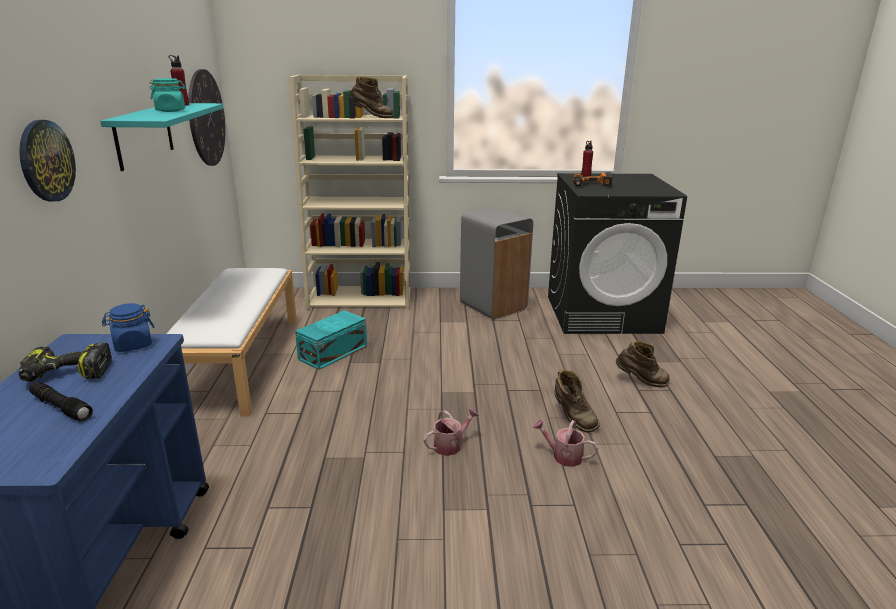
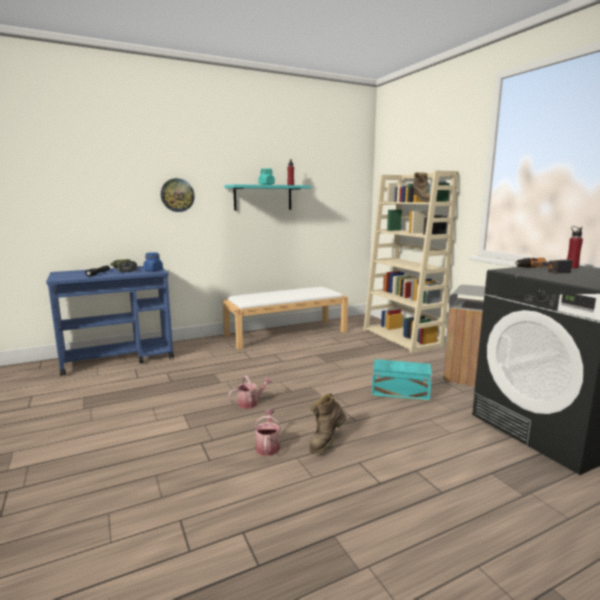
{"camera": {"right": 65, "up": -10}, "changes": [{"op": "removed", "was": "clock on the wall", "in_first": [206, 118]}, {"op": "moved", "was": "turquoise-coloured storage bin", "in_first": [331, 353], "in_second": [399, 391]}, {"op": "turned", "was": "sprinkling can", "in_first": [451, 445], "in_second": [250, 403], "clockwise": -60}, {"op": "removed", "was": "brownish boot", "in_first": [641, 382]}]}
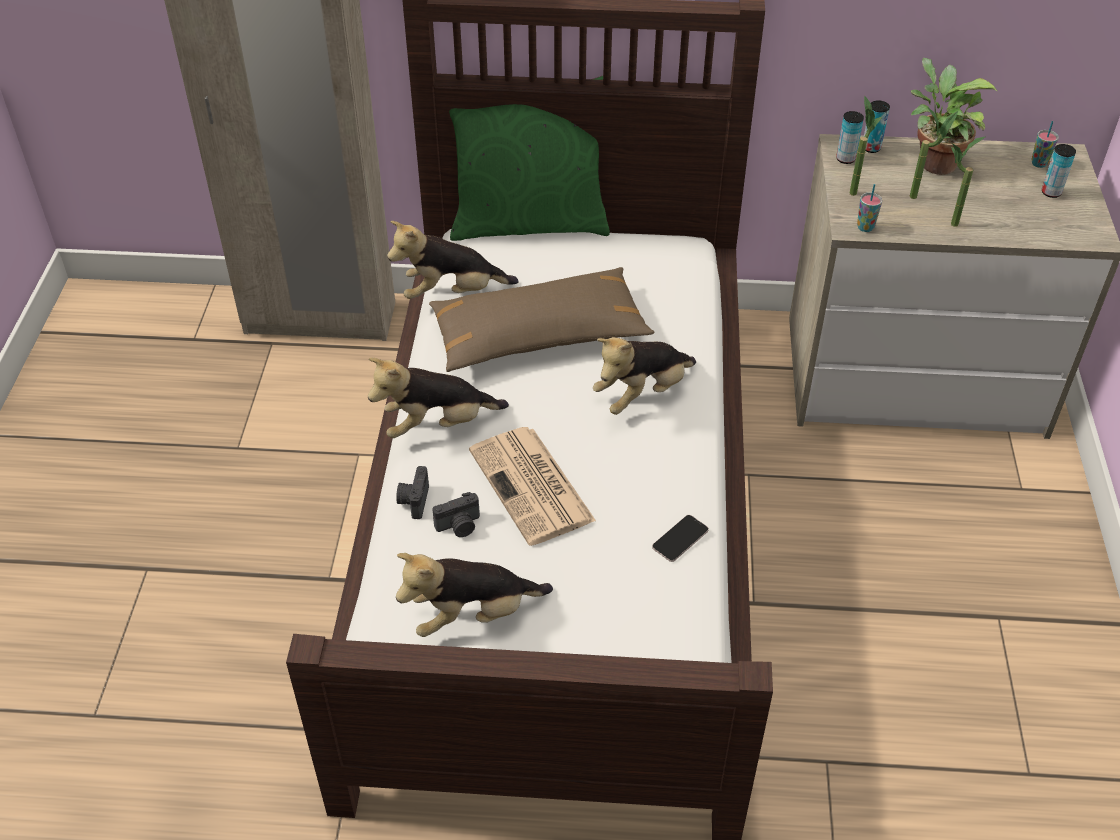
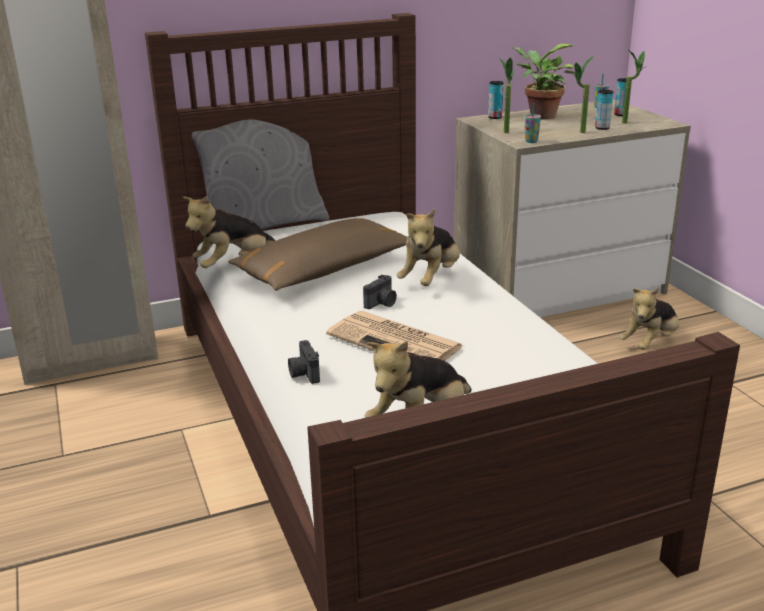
{"camera": {"right": -25, "up": -20}, "changes": [{"op": "moved", "was": "cuddly toy", "in_first": [437, 425], "in_second": [650, 343]}, {"op": "moved", "was": "photo camera", "in_first": [459, 526], "in_second": [382, 303]}, {"op": "recoloured", "was": "green pillow", "now": "gray pillow", "in_first": [529, 221], "in_second": [262, 225]}, {"op": "removed", "was": "phone", "in_first": [680, 539]}, {"op": "moved", "was": "can", "in_first": [845, 159], "in_second": [602, 128]}, {"op": "moved", "was": "plant in a pot", "in_first": [921, 197], "in_second": [629, 122]}]}
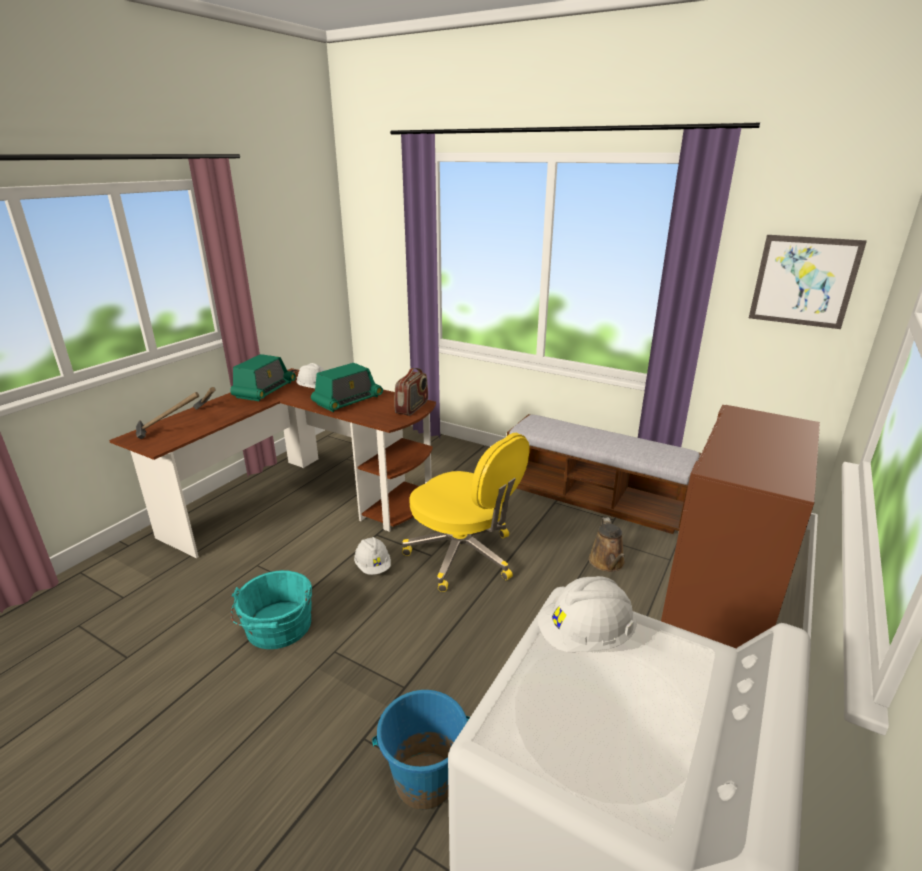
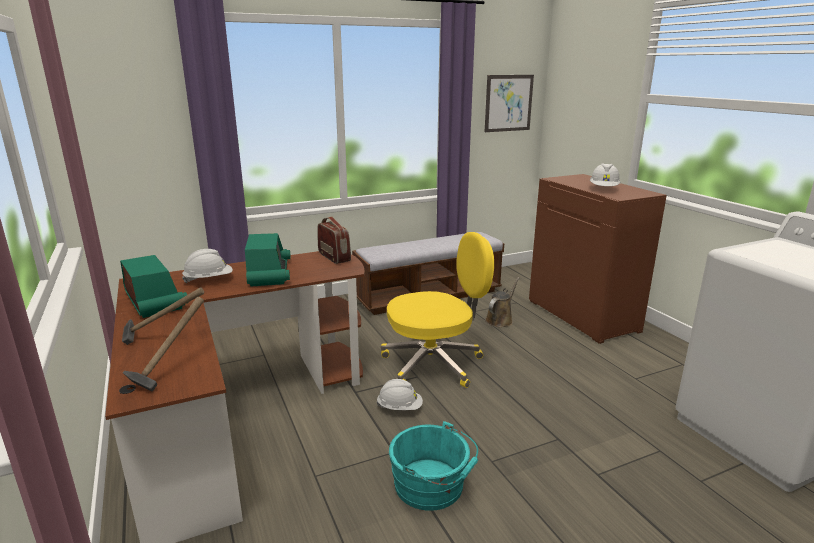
{"camera": {"right": -55, "up": -5}, "changes": [{"op": "removed", "was": "bluish pail", "in_first": [424, 780]}, {"op": "moved", "was": "white-coloured work helmet", "in_first": [585, 637], "in_second": [604, 189]}, {"op": "turned", "was": "brownish sprinkling can", "in_first": [607, 563], "in_second": [500, 320], "clockwise": -90}]}
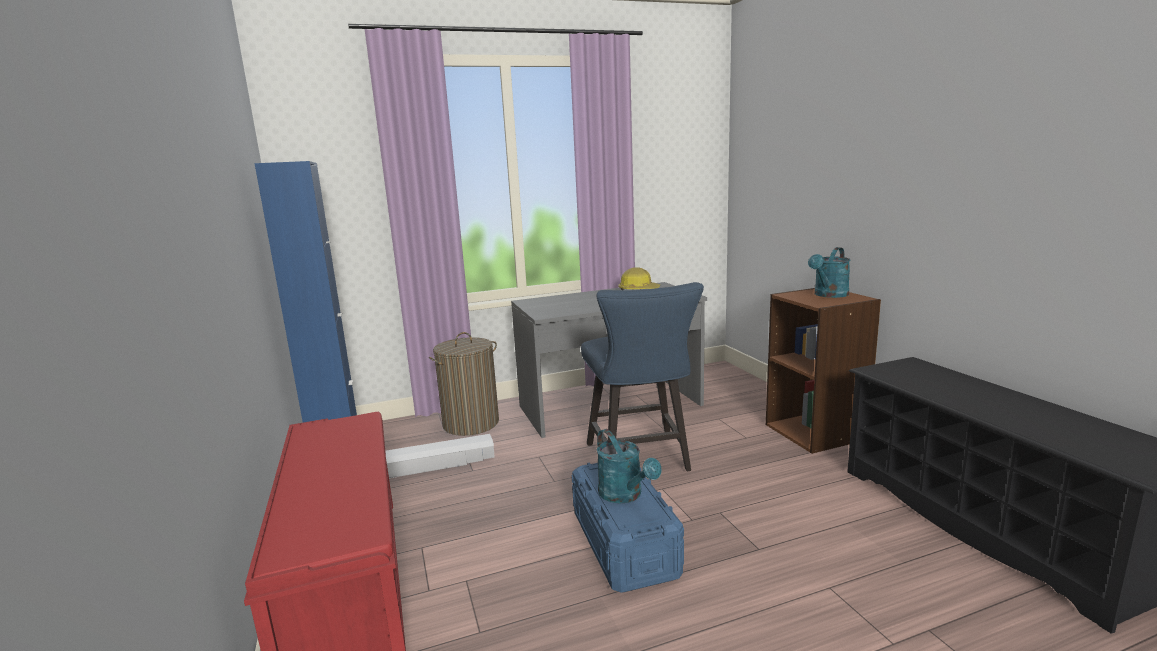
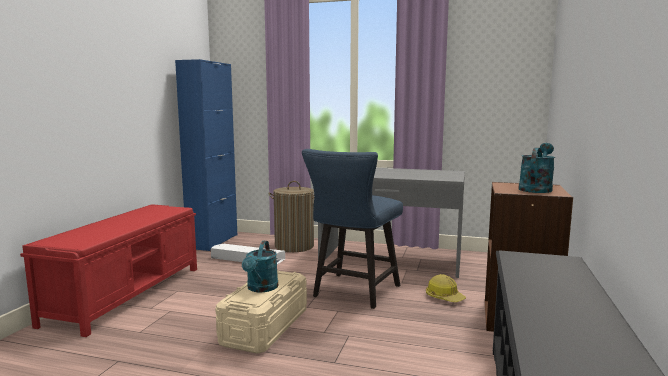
{"camera": {"right": 35, "up": -5}, "changes": [{"op": "recoloured", "was": "bluish storage bin", "now": "beige-coloured storage bin", "in_first": [624, 543], "in_second": [265, 327]}, {"op": "moved", "was": "work helmet", "in_first": [638, 290], "in_second": [444, 297]}, {"op": "turned", "was": "turquoise-coloured sprinkling can", "in_first": [828, 295], "in_second": [536, 188], "clockwise": 135}]}
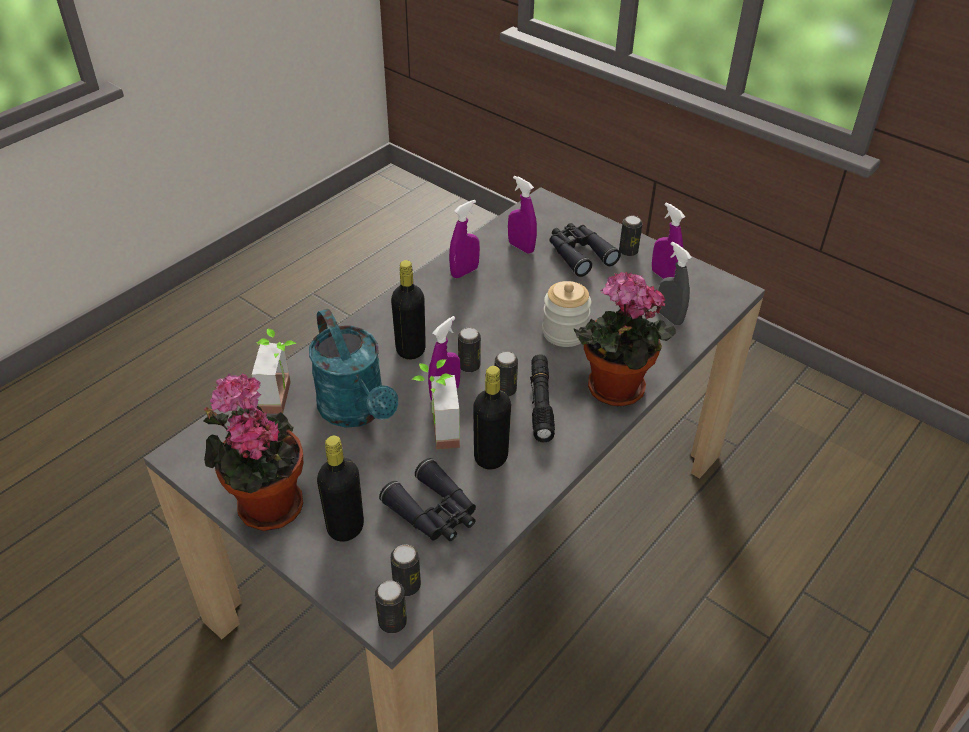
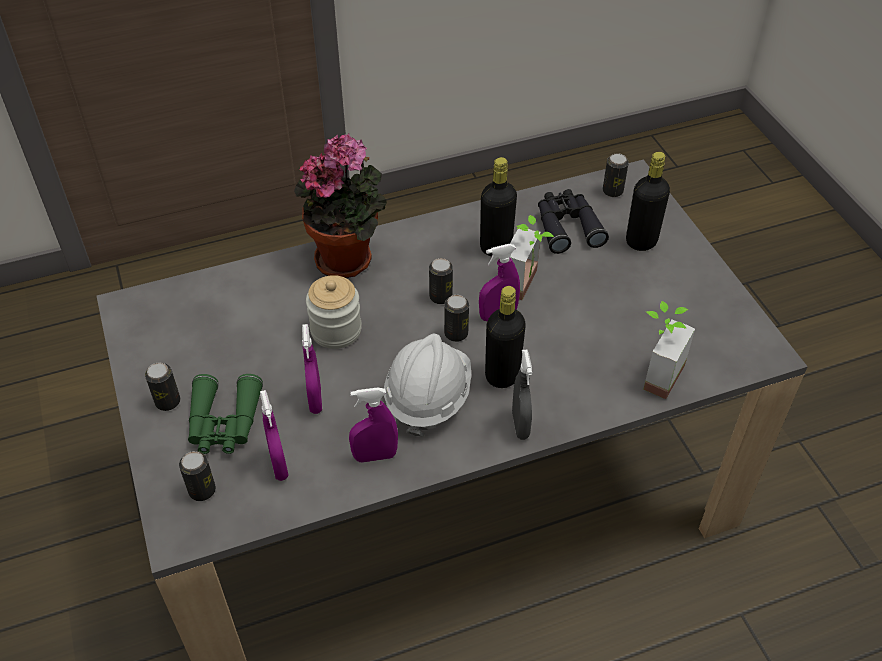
{"camera": {"right": -150, "up": 5}, "changes": [{"op": "removed", "was": "plant in a pot", "in_first": [265, 503]}, {"op": "removed", "was": "turquoise-coloured sprinkling can", "in_first": [357, 411]}, {"op": "moved", "was": "can", "in_first": [392, 622], "in_second": [202, 490]}, {"op": "removed", "was": "black-coloured hand torch", "in_first": [541, 403]}, {"op": "recoloured", "was": "black-coloured field glasses", "now": "green field glasses", "in_first": [579, 254], "in_second": [224, 423]}, {"op": "moved", "was": "purplish spray bottle", "in_first": [664, 276], "in_second": [315, 400]}, {"op": "moved", "was": "gray spray bottle", "in_first": [669, 317], "in_second": [520, 425]}, {"op": "added", "now": "white-coloured work helmet", "in_second": [428, 397]}]}
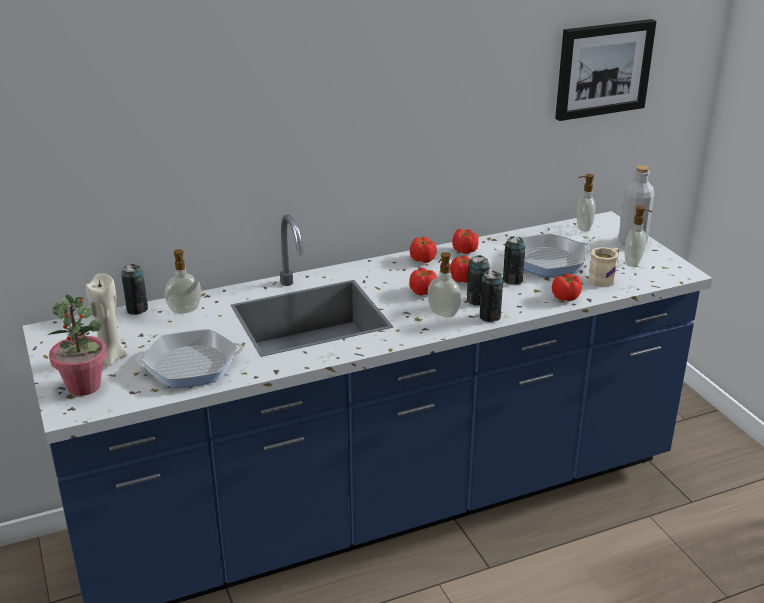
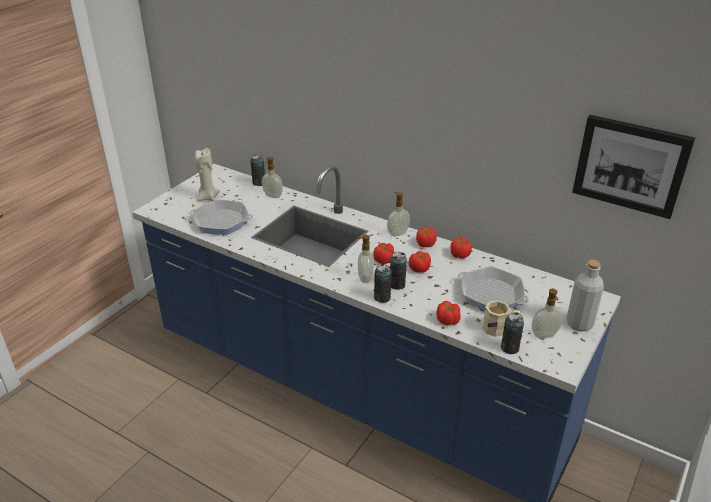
{"camera": {"right": 55, "up": 5}, "changes": [{"op": "removed", "was": "plant in a pot", "in_first": [84, 386]}, {"op": "turned", "was": "pan", "in_first": [191, 365], "in_second": [221, 221], "clockwise": 150}, {"op": "moved", "was": "can", "in_first": [512, 280], "in_second": [509, 348]}, {"op": "moved", "was": "soap bottle", "in_first": [582, 228], "in_second": [397, 233]}]}
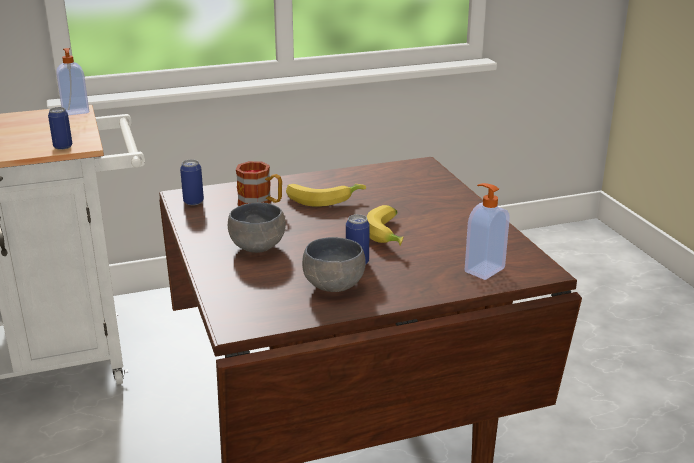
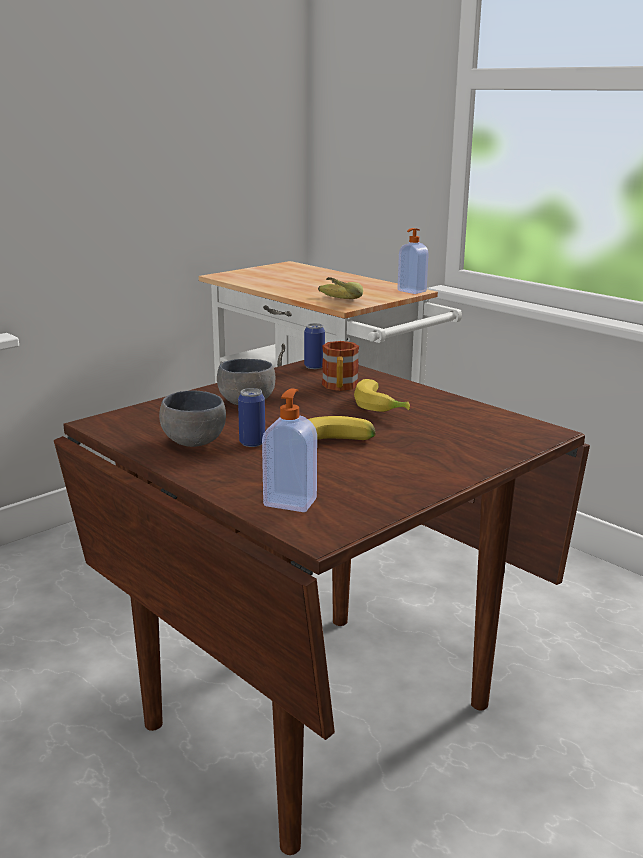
{"camera": {"right": 65, "up": -5}, "changes": [{"op": "replaced", "was": "can", "now": "banana fruit", "in_first": [63, 146], "in_second": [333, 303]}]}
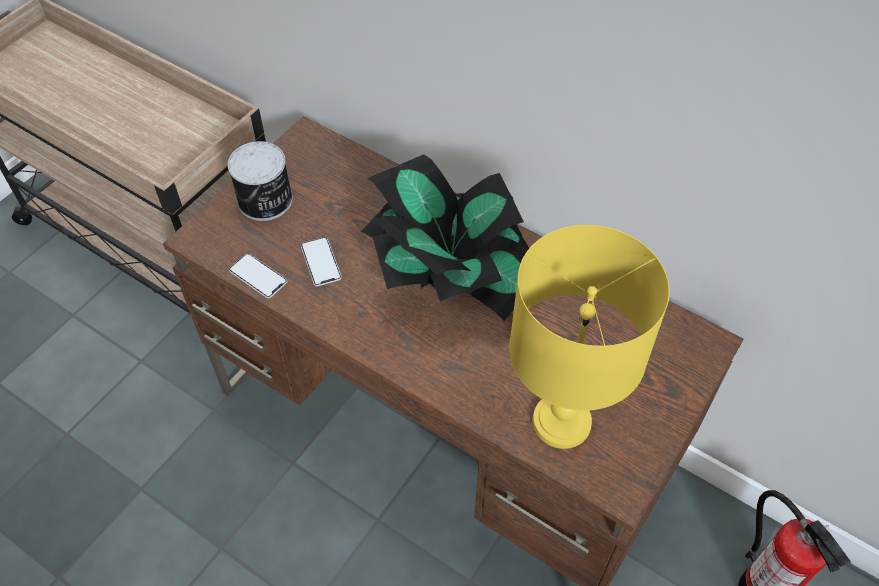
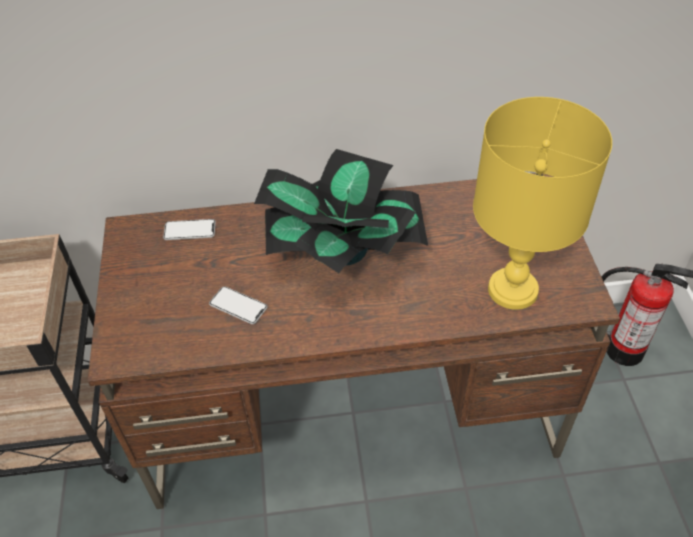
{"camera": {"right": -40, "up": -5}, "changes": [{"op": "removed", "was": "can", "in_first": [266, 201]}, {"op": "moved", "was": "phone", "in_first": [258, 276], "in_second": [190, 230]}]}
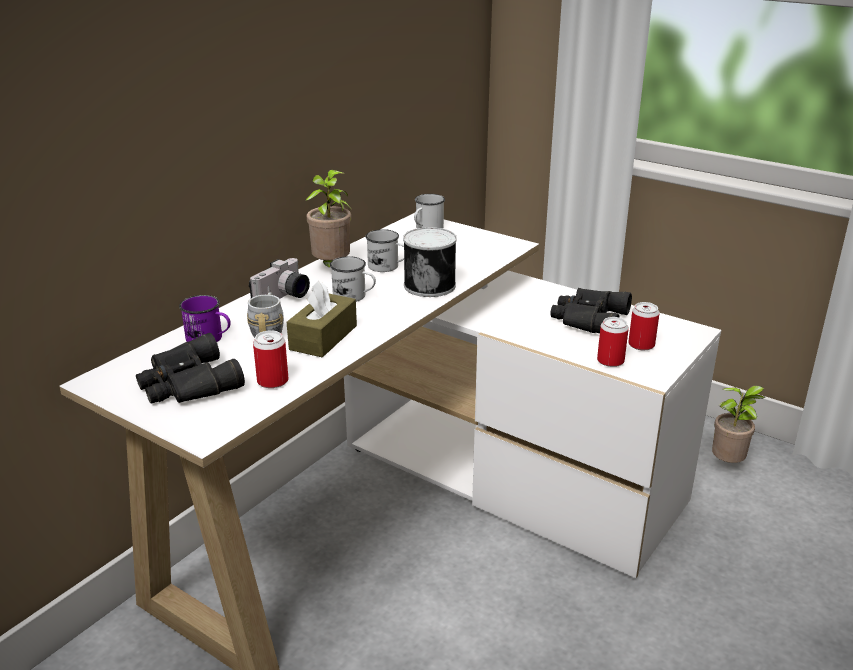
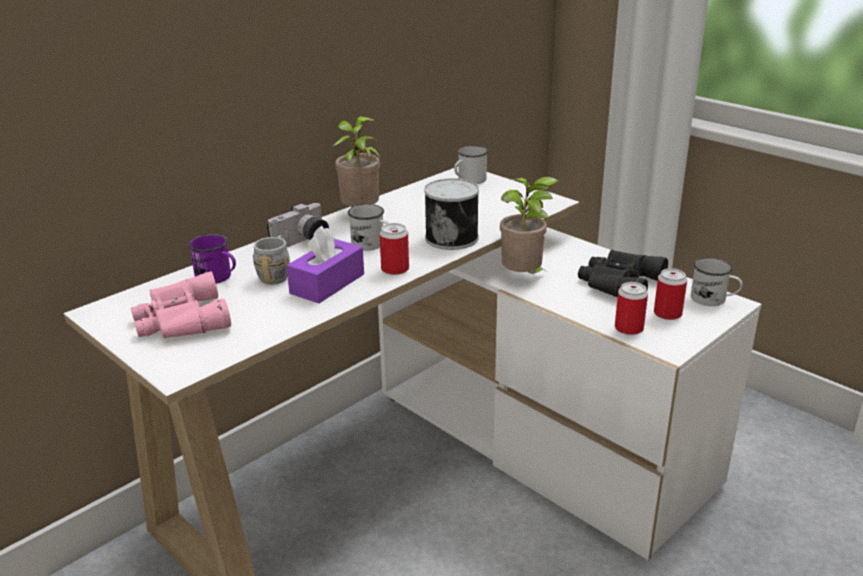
{"camera": {"right": 10, "up": 0}, "changes": [{"op": "recoloured", "was": "black-coloured field glasses", "now": "pink field glasses", "in_first": [187, 384], "in_second": [180, 320]}, {"op": "moved", "was": "can", "in_first": [273, 381], "in_second": [395, 269]}, {"op": "recoloured", "was": "brownish tissue holder", "now": "purplish tissue holder", "in_first": [323, 337], "in_second": [327, 284]}, {"op": "moved", "was": "white-coloured mug", "in_first": [388, 267], "in_second": [713, 300]}, {"op": "moved", "was": "plant in a pot", "in_first": [729, 464], "in_second": [524, 278]}]}
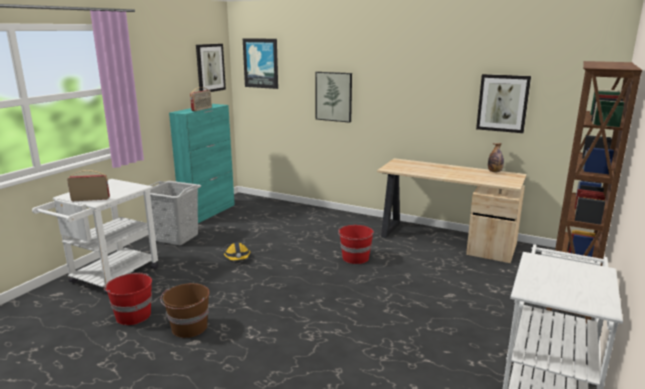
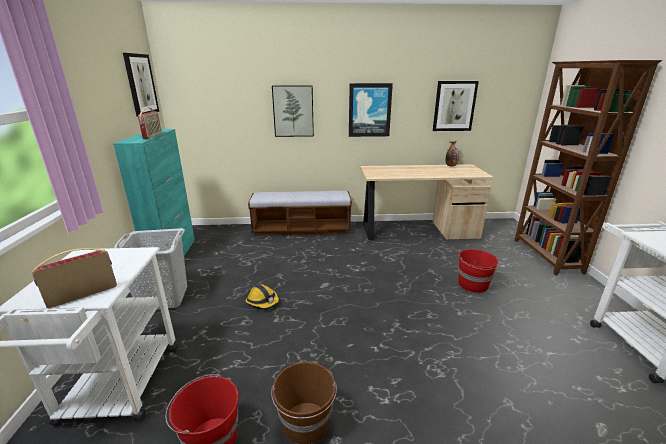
{"camera": {"right": -30, "up": 5}, "changes": [{"op": "moved", "was": "picture", "in_first": [261, 63], "in_second": [369, 110]}, {"op": "moved", "was": "reddish pail", "in_first": [355, 258], "in_second": [473, 285]}, {"op": "added", "now": "long seat", "in_second": [302, 229]}]}
